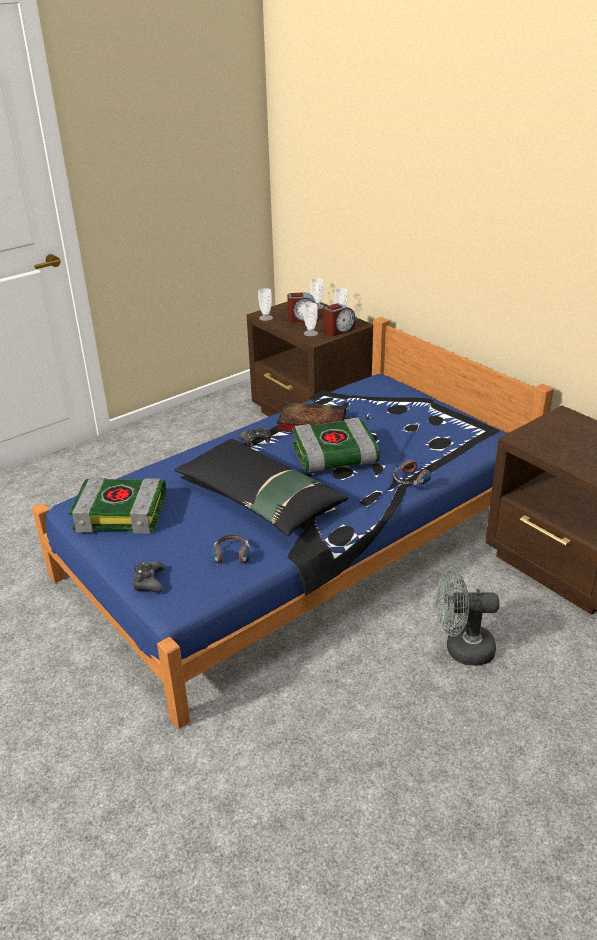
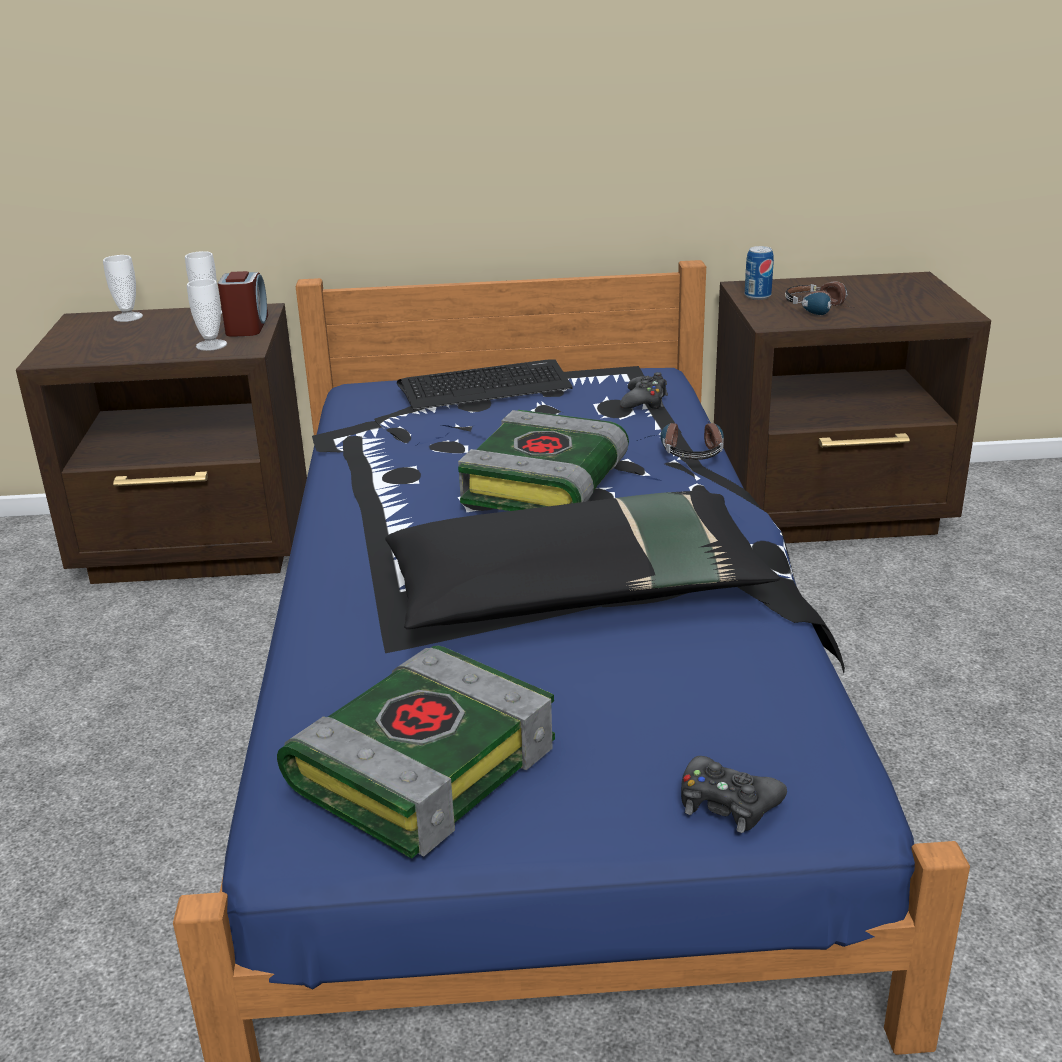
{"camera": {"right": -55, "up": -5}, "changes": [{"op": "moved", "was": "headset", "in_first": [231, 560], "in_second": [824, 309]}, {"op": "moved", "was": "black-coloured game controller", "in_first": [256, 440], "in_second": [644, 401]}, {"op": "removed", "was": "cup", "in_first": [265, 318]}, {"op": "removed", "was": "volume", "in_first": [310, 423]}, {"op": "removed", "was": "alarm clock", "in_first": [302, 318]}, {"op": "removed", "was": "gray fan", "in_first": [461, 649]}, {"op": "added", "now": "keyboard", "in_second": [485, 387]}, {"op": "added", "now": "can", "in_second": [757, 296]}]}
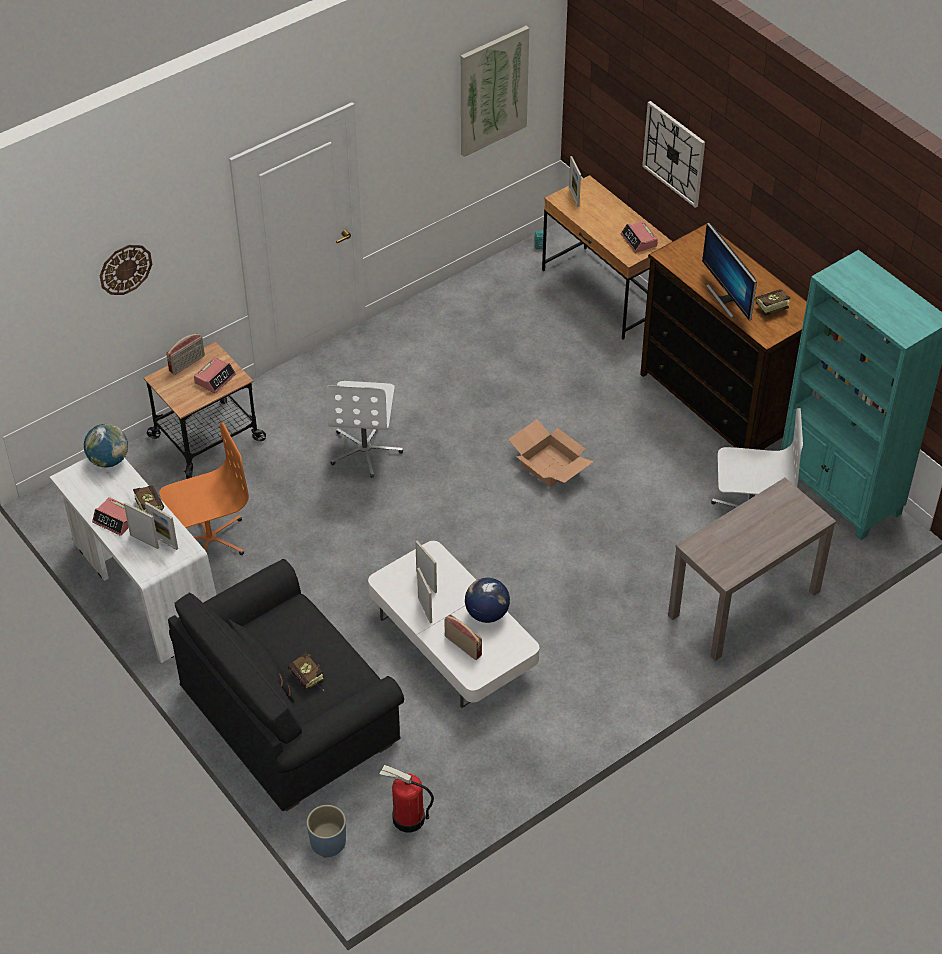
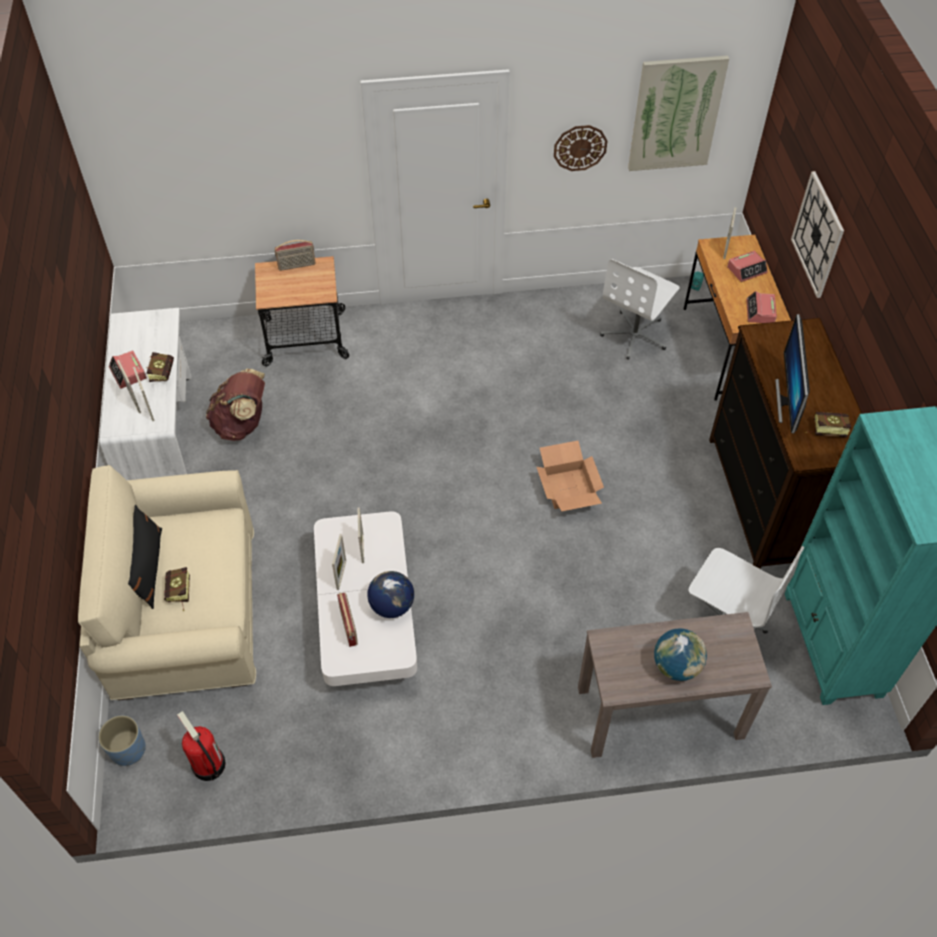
{"camera": {"right": 30, "up": 5}, "changes": [{"op": "moved", "was": "globe", "in_first": [108, 460], "in_second": [676, 666]}, {"op": "moved", "was": "clock on the wall", "in_first": [125, 269], "in_second": [580, 147]}, {"op": "replaced", "was": "orange-coloured desk chair", "now": "brownish knapsack", "in_first": [209, 539], "in_second": [242, 424]}, {"op": "recoloured", "was": "black-coloured couch", "now": "beige-coloured couch", "in_first": [289, 714], "in_second": [187, 611]}, {"op": "moved", "was": "alarm clock", "in_first": [215, 378], "in_second": [747, 270]}, {"op": "moved", "was": "white-coloured desk chair", "in_first": [365, 450], "in_second": [635, 335]}]}
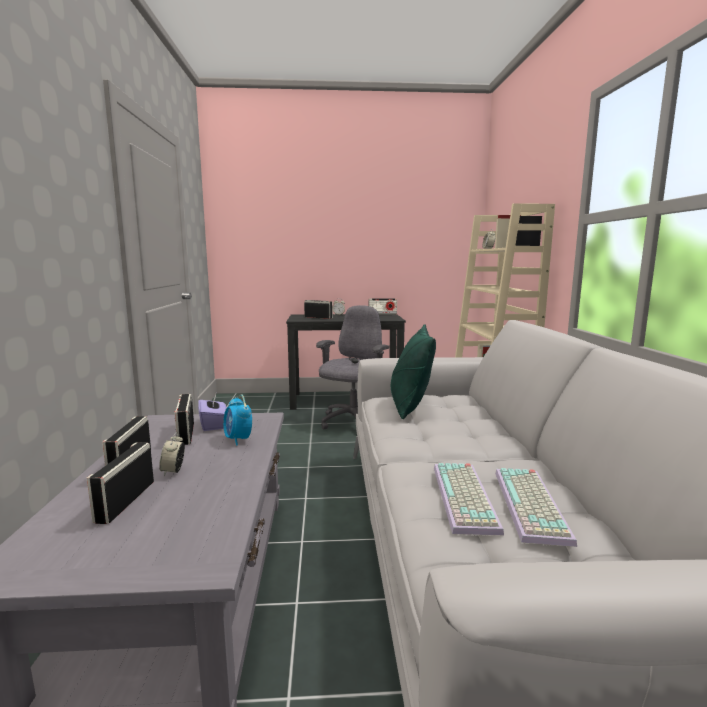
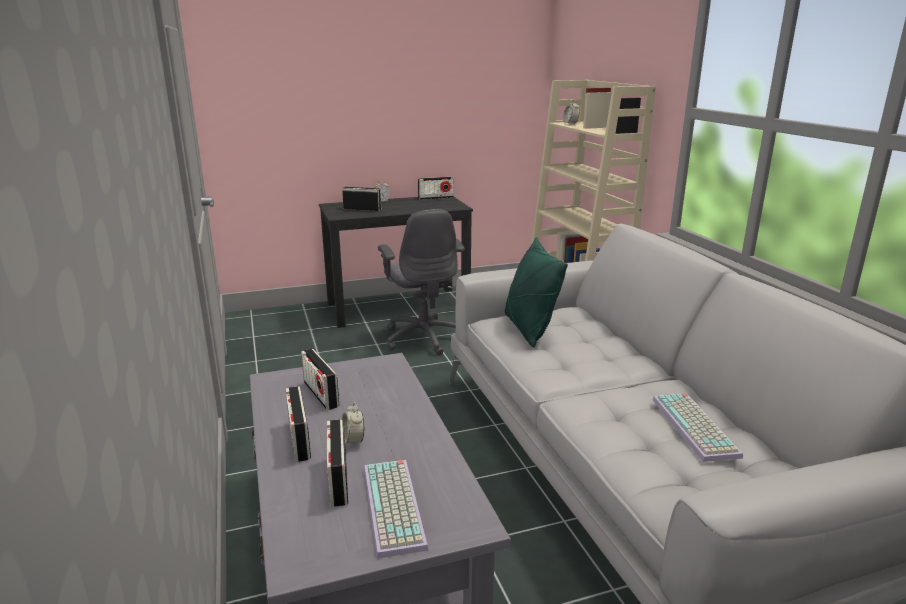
{"camera": {"right": -15, "up": 10}, "changes": [{"op": "removed", "was": "purplish tissue holder", "in_first": [213, 424]}, {"op": "removed", "was": "alarm clock", "in_first": [238, 440]}, {"op": "turned", "was": "gray desk chair", "in_first": [352, 422], "in_second": [424, 337], "clockwise": 150}, {"op": "moved", "was": "keyboard", "in_first": [466, 498], "in_second": [396, 507]}]}
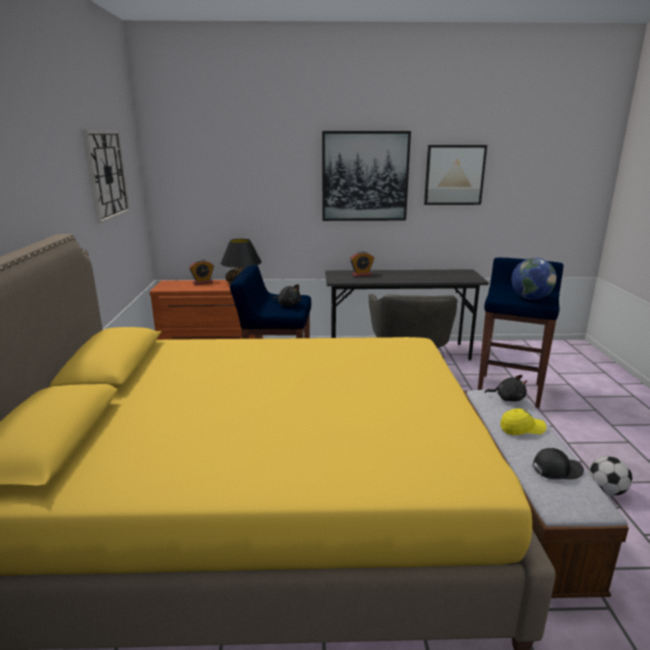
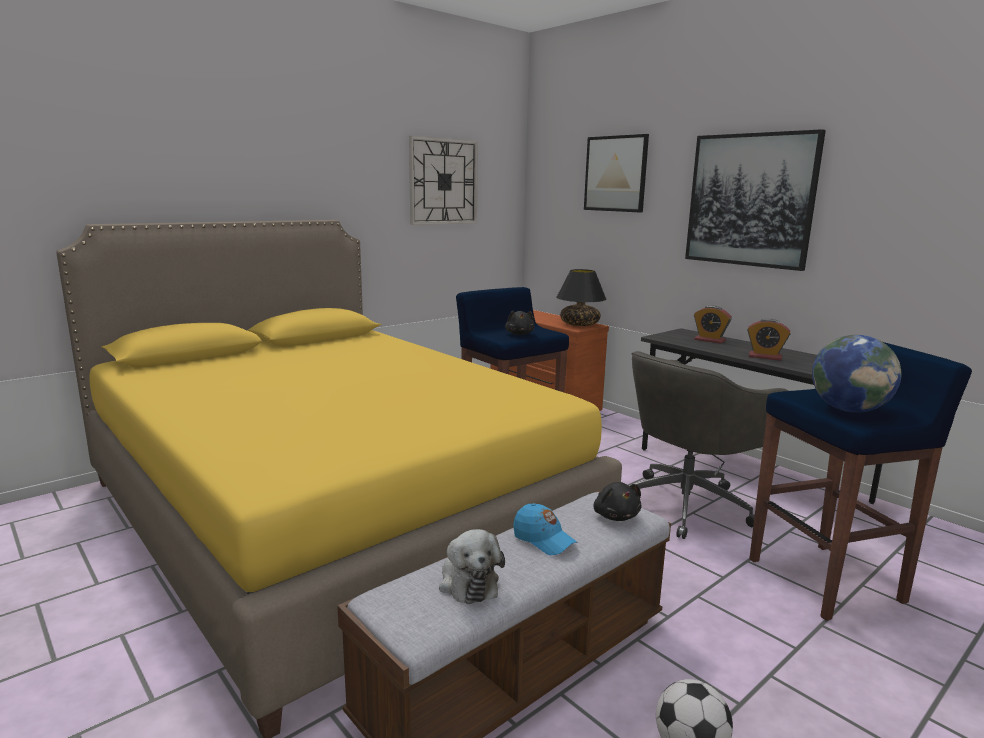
{"camera": {"right": 50, "up": -5}, "changes": [{"op": "moved", "was": "alarm clock", "in_first": [202, 282], "in_second": [765, 357]}, {"op": "moved", "was": "picture", "in_first": [454, 175], "in_second": [615, 174]}, {"op": "recoloured", "was": "yellow-coloured cap", "now": "bluish cap", "in_first": [522, 428], "in_second": [543, 540]}, {"op": "replaced", "was": "black-coloured cap", "now": "cuddly toy", "in_first": [556, 469], "in_second": [467, 581]}]}
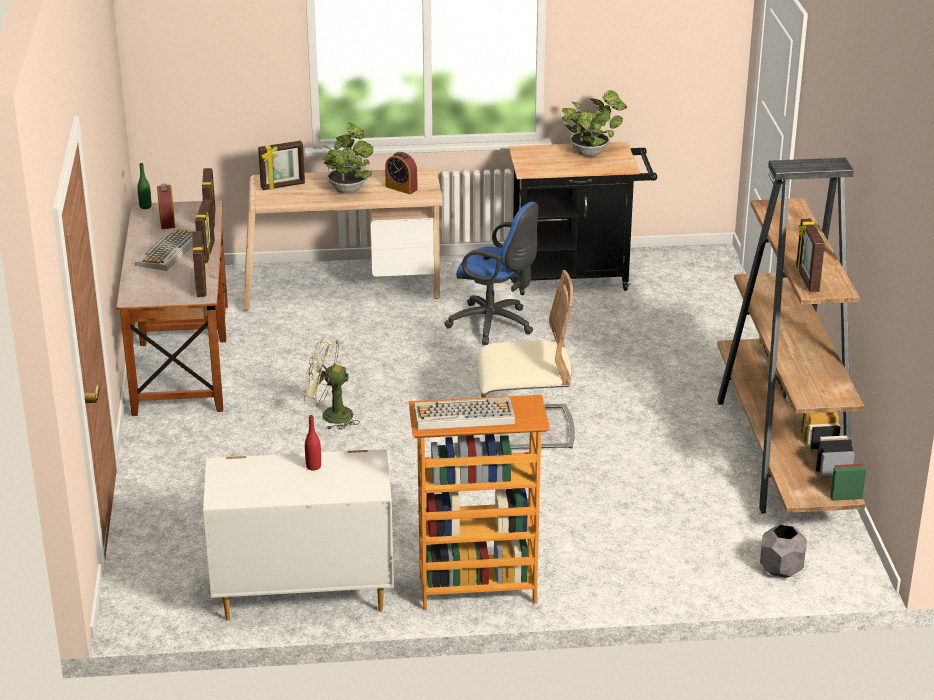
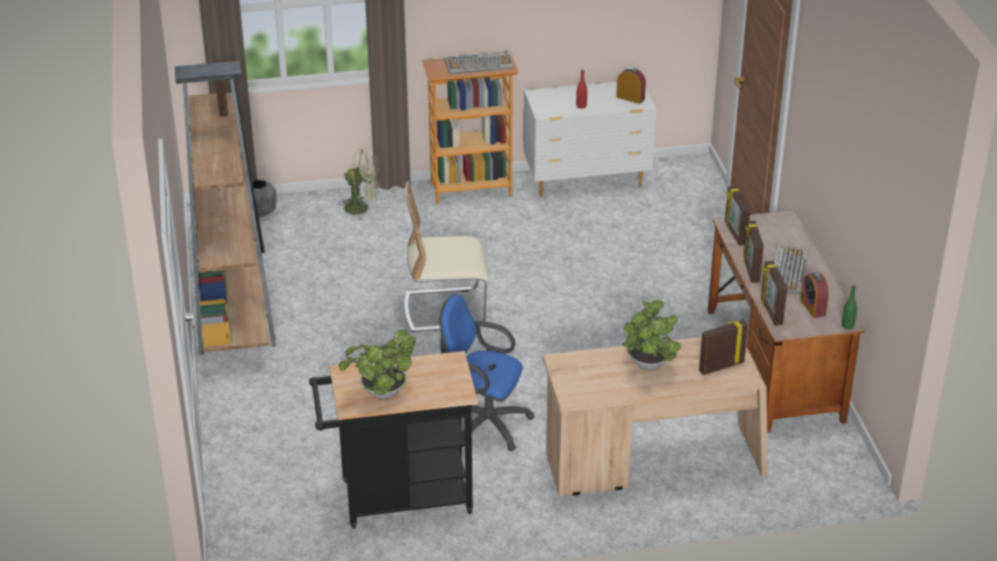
{"camera": {"right": 175, "up": 5}, "changes": [{"op": "moved", "was": "green fan", "in_first": [330, 415], "in_second": [362, 208]}, {"op": "moved", "was": "alarm clock", "in_first": [401, 188], "in_second": [630, 98]}]}
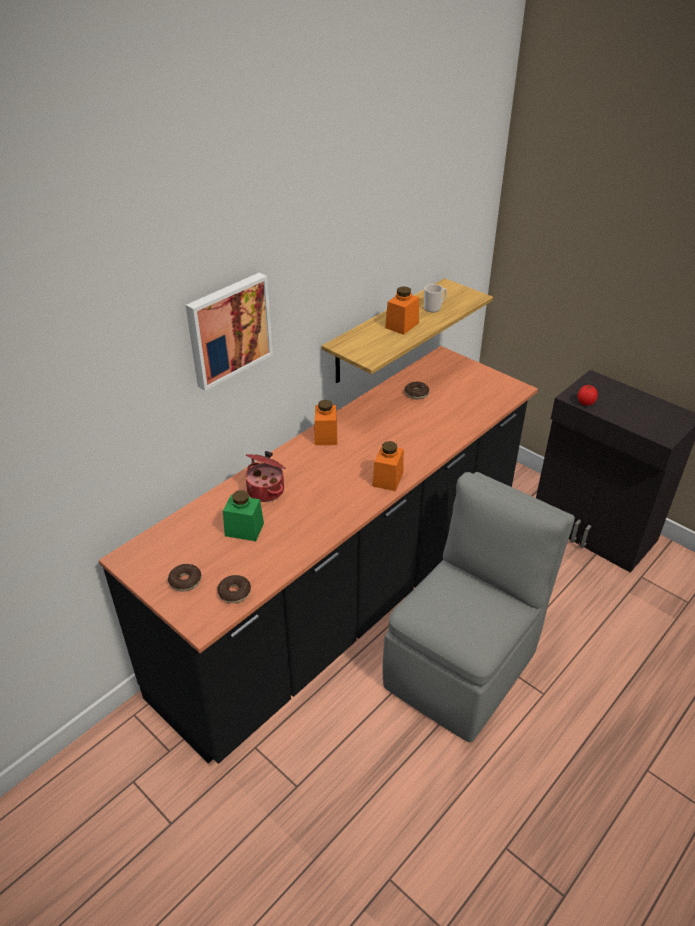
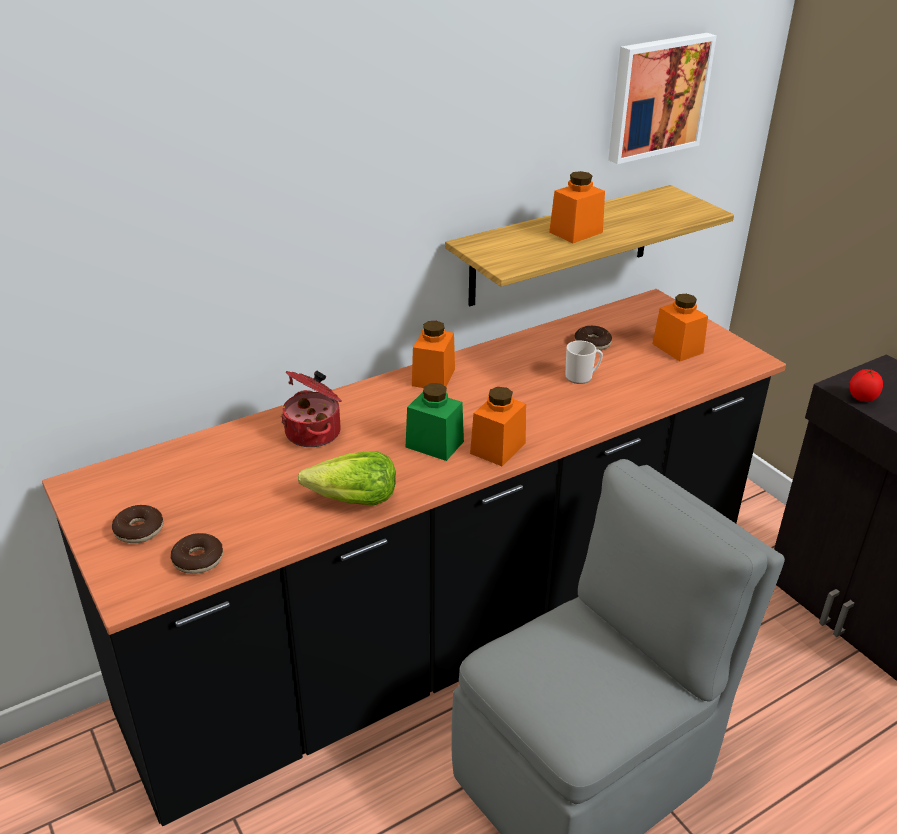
{"camera": {"right": 15, "up": -5}, "changes": [{"op": "moved", "was": "picture", "in_first": [228, 329], "in_second": [657, 96]}, {"op": "moved", "was": "green jar", "in_first": [244, 529], "in_second": [434, 444]}, {"op": "moved", "was": "mug", "in_first": [434, 308], "in_second": [581, 377]}, {"op": "added", "now": "lettuce head", "in_second": [353, 500]}, {"op": "added", "now": "orange-coloured jar", "in_second": [677, 348]}]}
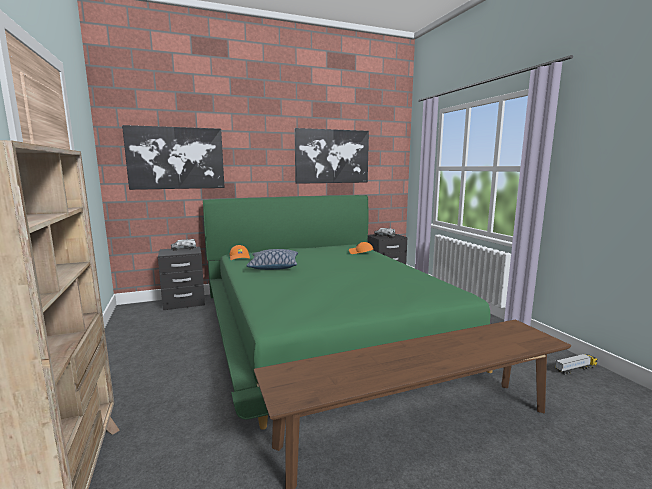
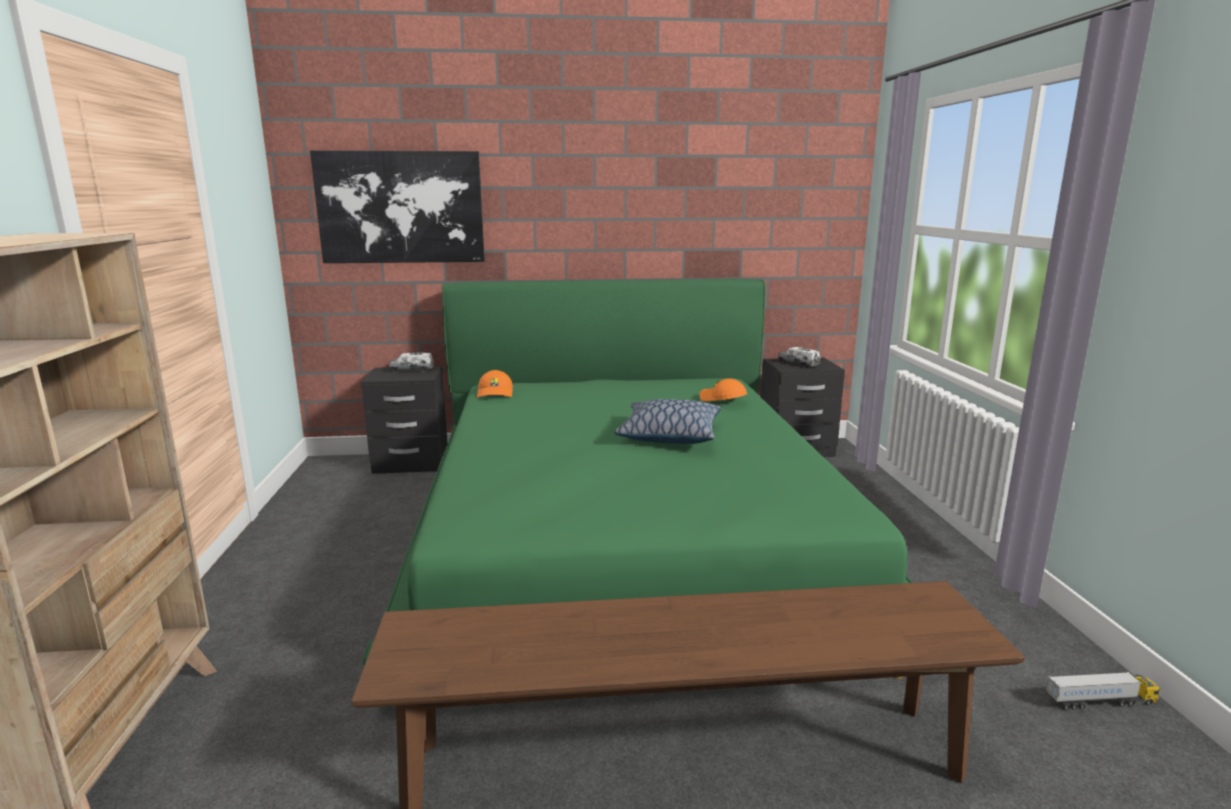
{"camera": {"right": 15, "up": 5}, "changes": [{"op": "moved", "was": "pillow", "in_first": [273, 266], "in_second": [669, 435]}, {"op": "removed", "was": "picture", "in_first": [332, 156]}]}
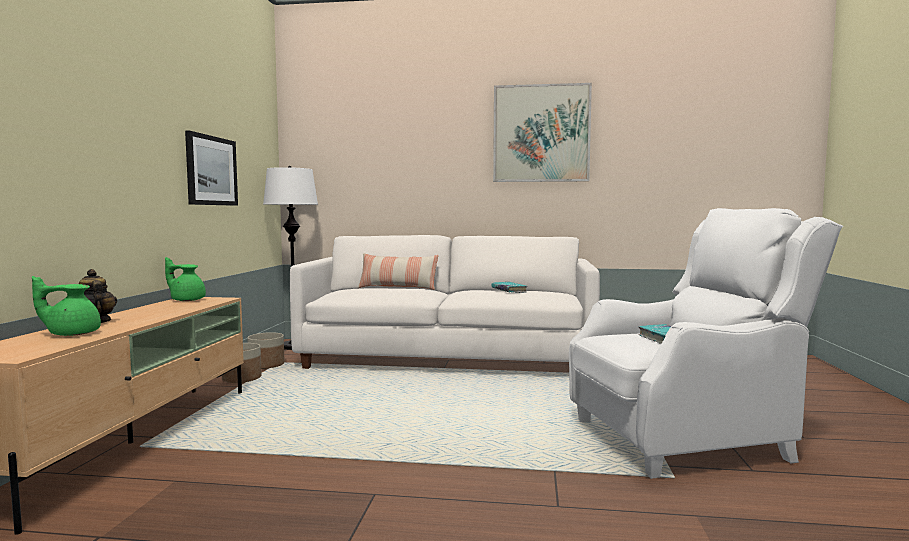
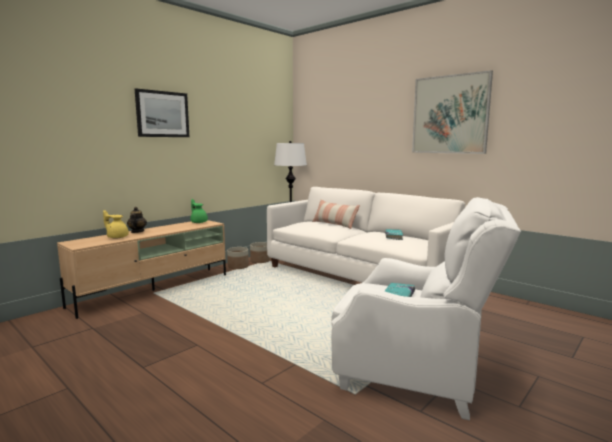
{"camera": {"right": 35, "up": 5}, "changes": [{"op": "recoloured", "was": "green teapot", "now": "yellow-coloured teapot", "in_first": [72, 334], "in_second": [117, 237]}, {"op": "moved", "was": "picture", "in_first": [211, 171], "in_second": [162, 114]}]}
